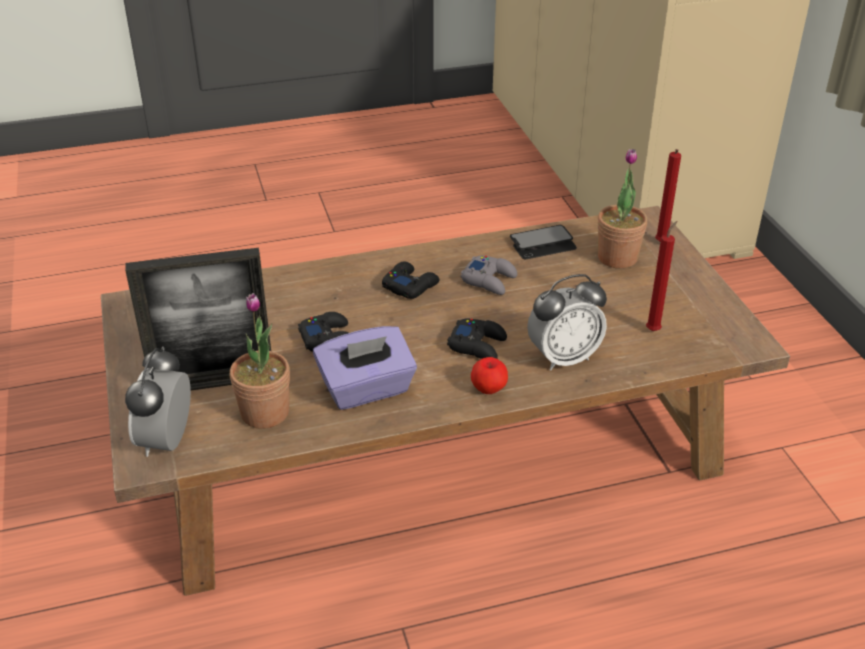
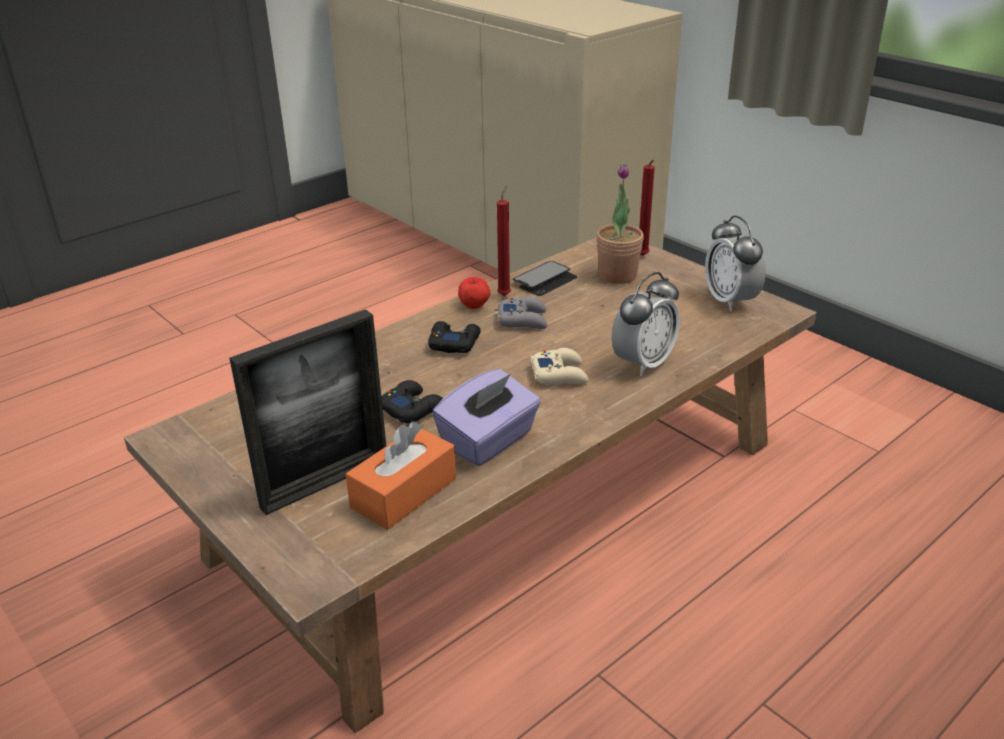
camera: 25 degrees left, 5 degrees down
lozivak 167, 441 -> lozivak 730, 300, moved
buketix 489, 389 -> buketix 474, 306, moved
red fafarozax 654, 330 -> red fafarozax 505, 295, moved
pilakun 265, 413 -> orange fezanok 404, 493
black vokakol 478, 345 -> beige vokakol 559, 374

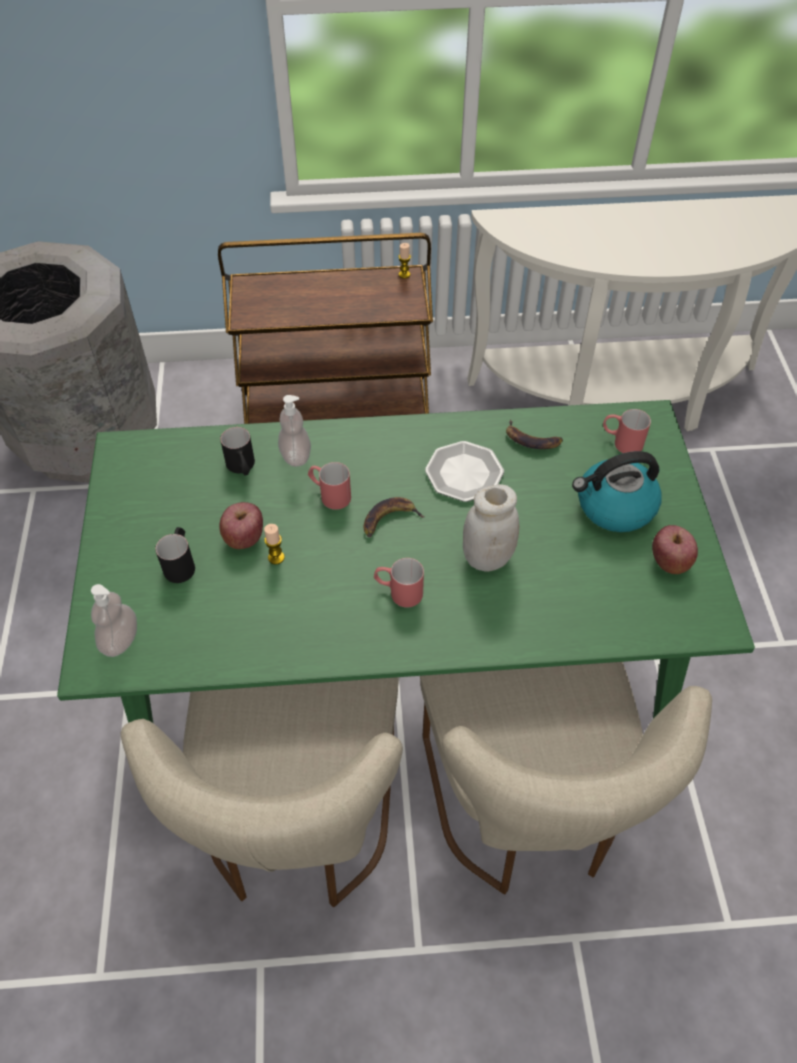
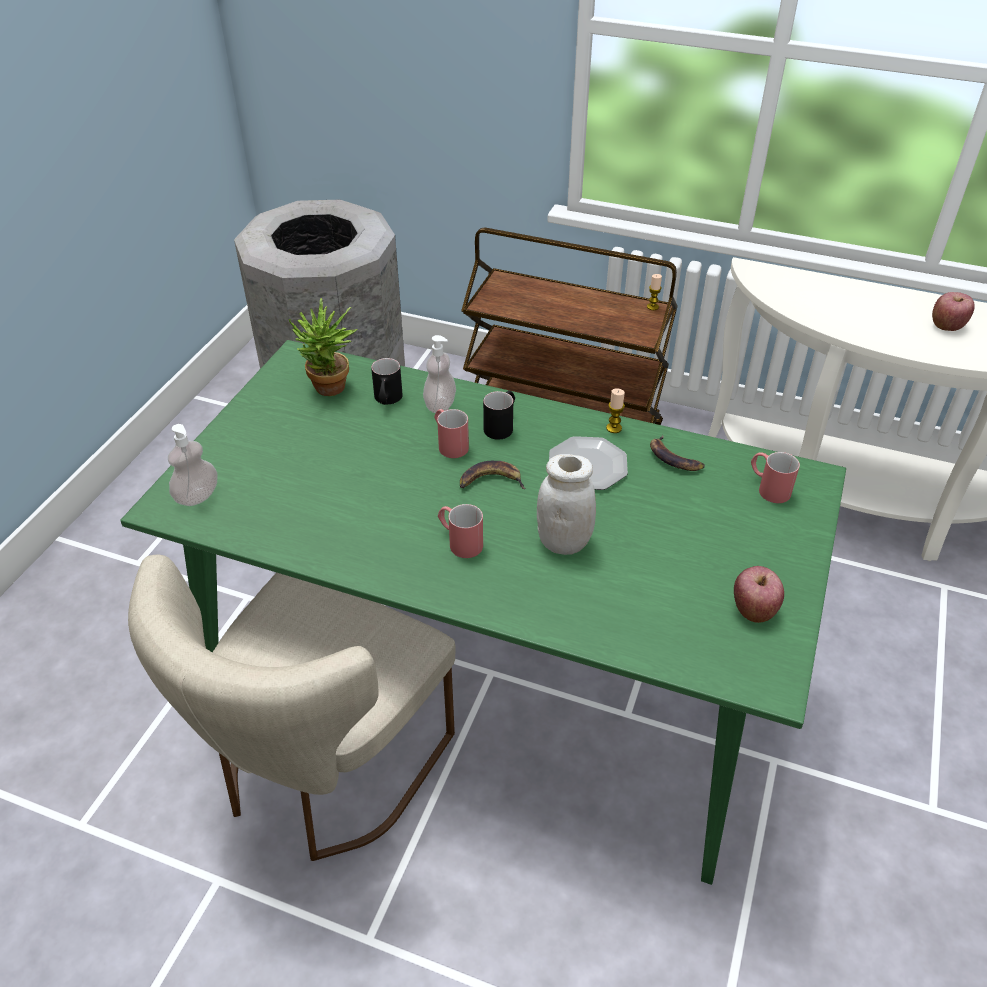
camera: 25 degrees right, 10 degrees down
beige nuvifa 528, 809 -> none
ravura 614, 507 -> none
none -> pilakun 329, 391
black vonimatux 180, 563 -> black vonimatux 501, 425, moved
buketix 244, 538 -> buketix 947, 326, moved
fafarozax 276, 557 -> fafarozax 614, 428, moved

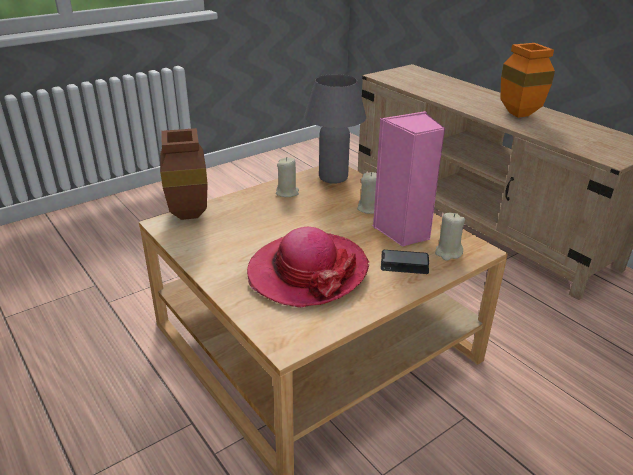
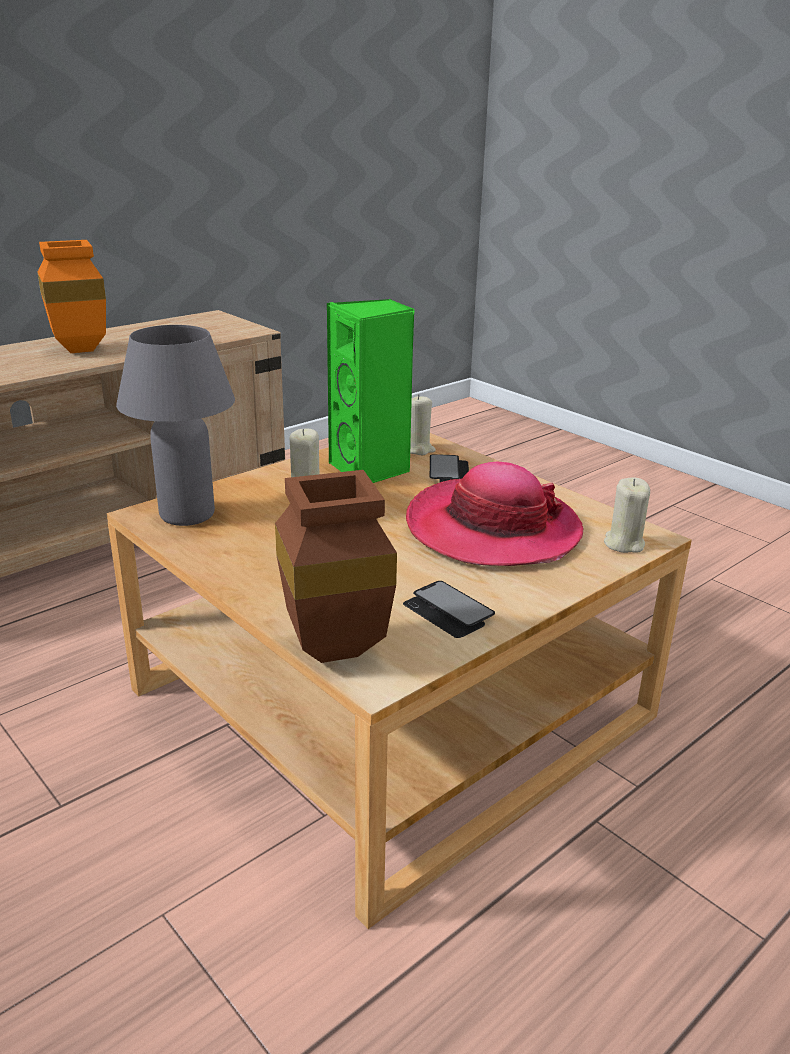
camera: 95 degrees left, 5 degrees down
none -> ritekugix 448, 611
beige fafarozax 287, 192 -> beige fafarozax 623, 544, moved
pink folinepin 403, 232 -> green folinepin 371, 470

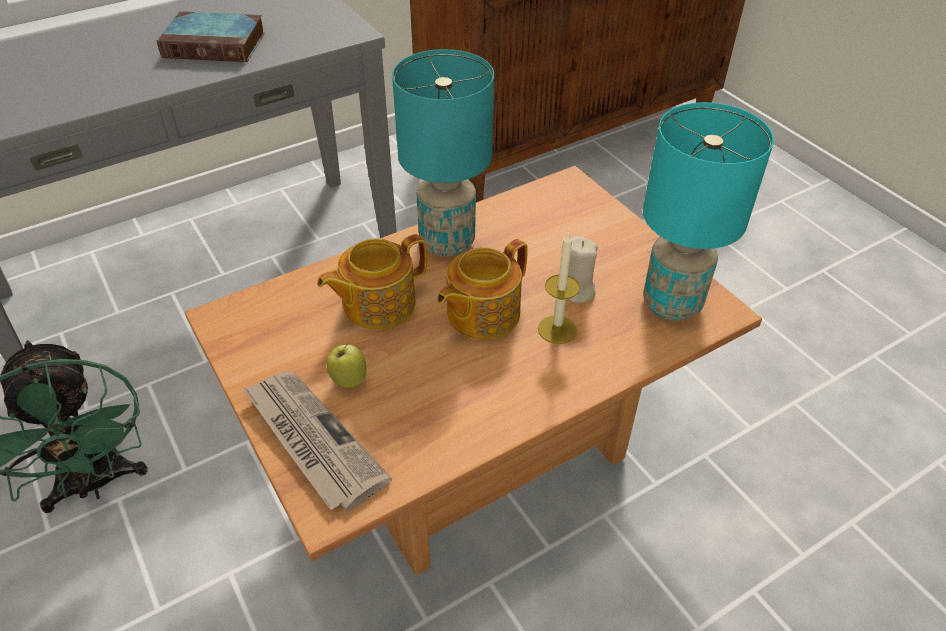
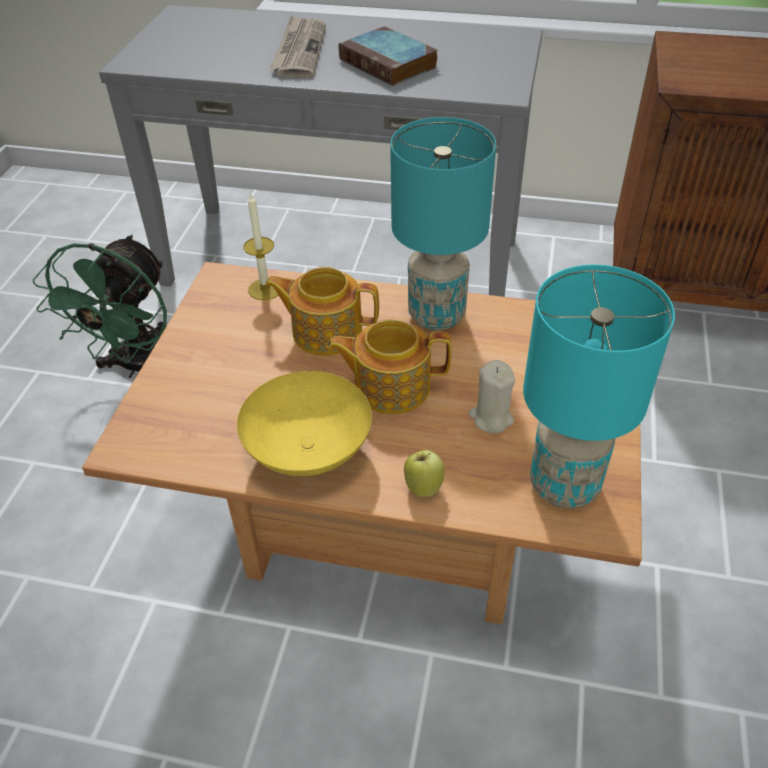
camera: 45 degrees right, 0 degrees up
none -> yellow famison 307, 452
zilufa 312, 440 -> zilufa 299, 50, moved
buketix 348, 380 -> buketix 423, 487, moved
fafarozax 557, 329 -> fafarozax 265, 289, moved

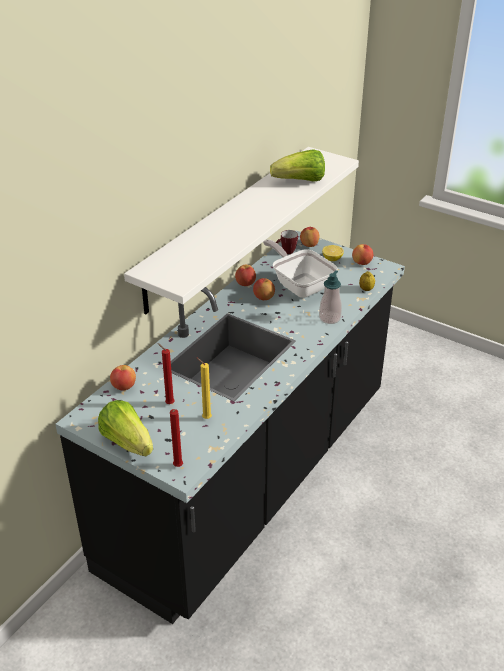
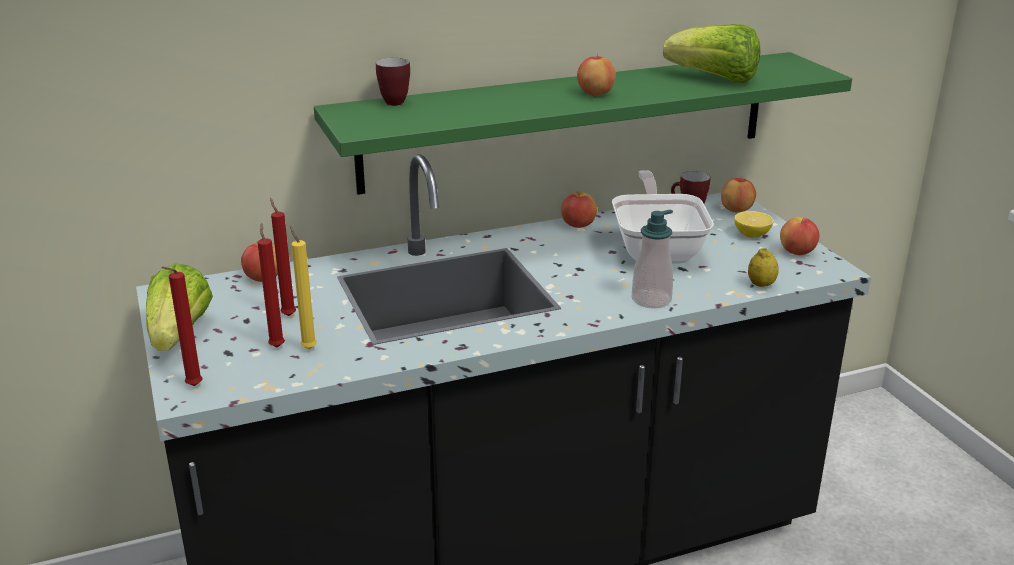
camera: 35 degrees right, 10 degrees down
none -> red fafarozax 277, 346
none -> vonimatux 391, 102
buketix 263, 298 -> buketix 595, 94, moved
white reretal 228, 226 -> green reretal 569, 120

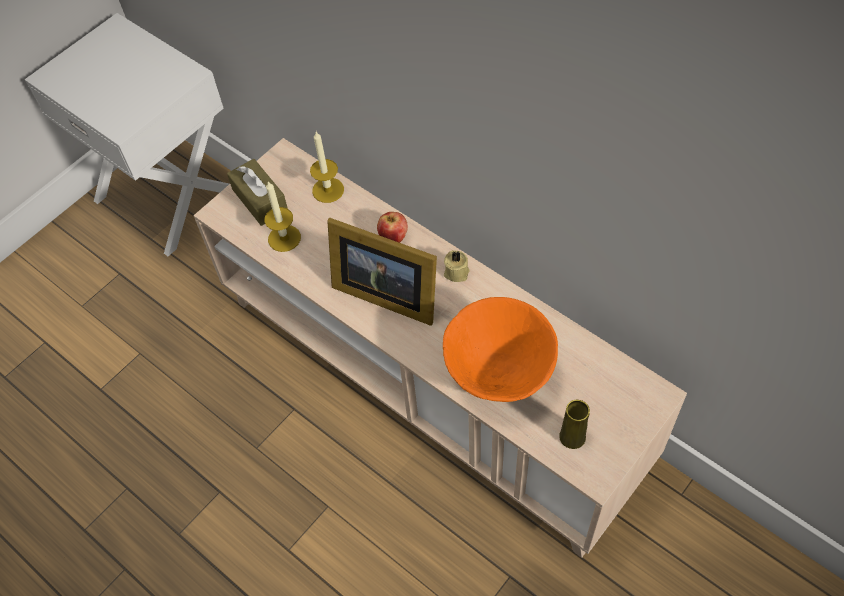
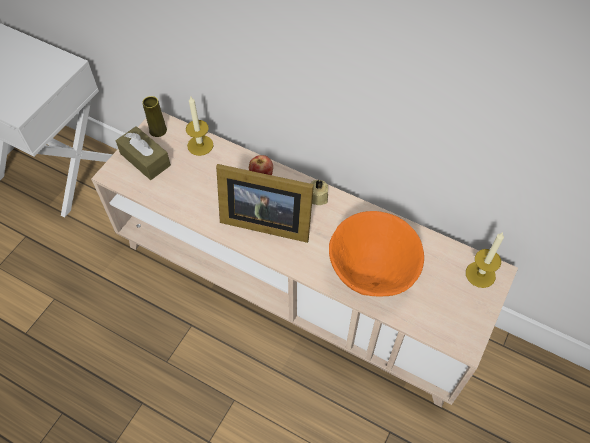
camera: 15 degrees left, 0 degrees up
fafarozax 284, 238 -> fafarozax 480, 274, moved
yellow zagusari 572, 437 -> yellow zagusari 158, 130, moved

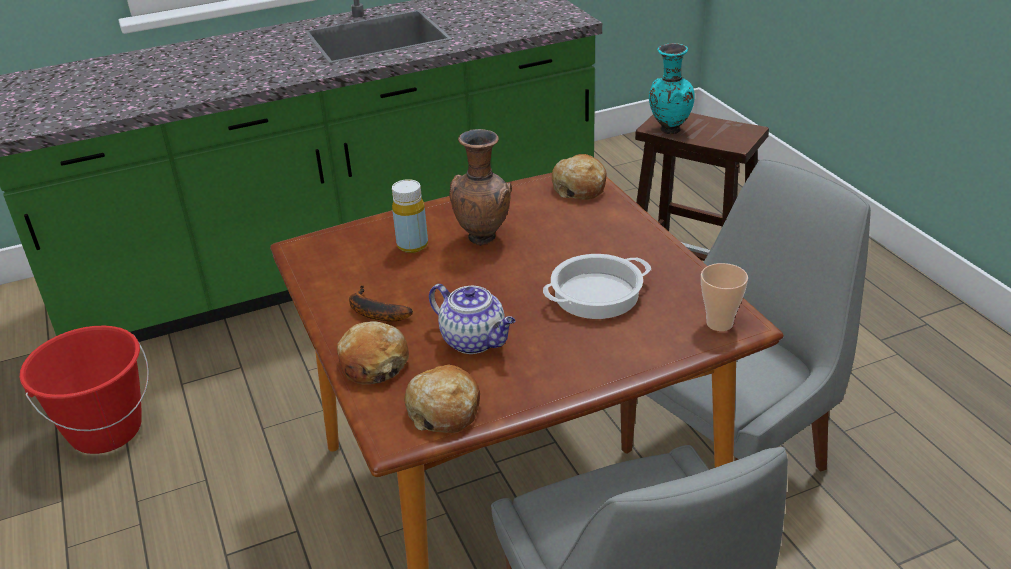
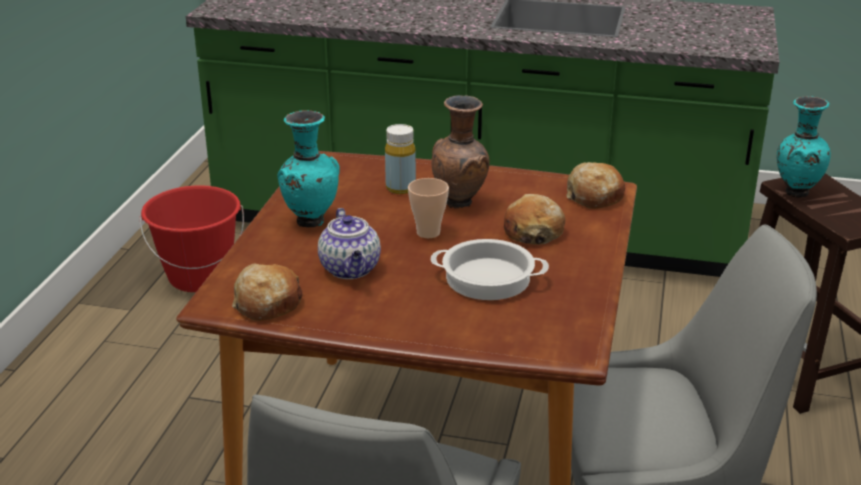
camera: 35 degrees right, 5 degrees down
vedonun 373, 364 -> vedonun 533, 231, moved
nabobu 719, 323 -> nabobu 428, 233, moved
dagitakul 373, 312 -> turquoise zagusari 310, 221

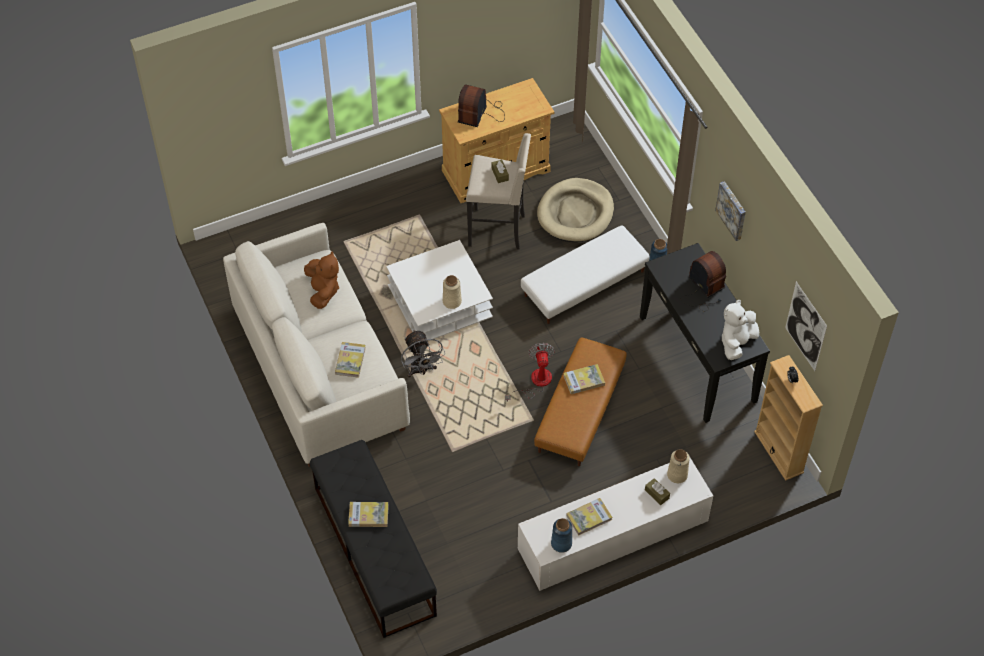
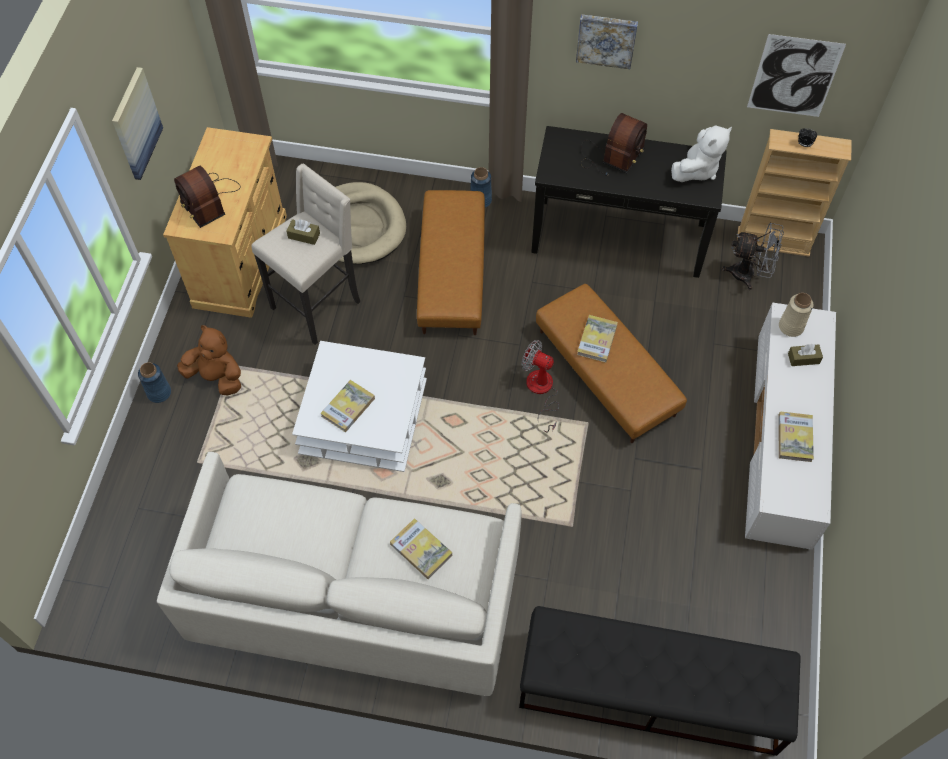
camera: 55 degrees left, 5 degrees up
beige zagusari 451, 301 -> none
none -> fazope 135, 124
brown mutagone 323, 291 -> brown mutagone 216, 377, moved
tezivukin 368, 515 -> tezivukin 348, 407, moved
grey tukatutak 421, 370 -> grey tukatutak 749, 275, moved
blue zagusari 561, 543 -> blue zagusari 159, 393, moved
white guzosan 584, 283 -> brown guzosan 451, 273
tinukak 703, 290 -> tinukak 611, 157, 120 degrees clockwise
white mutagone 736, 342 -> white mutagone 697, 169, 120 degrees counterclockwise

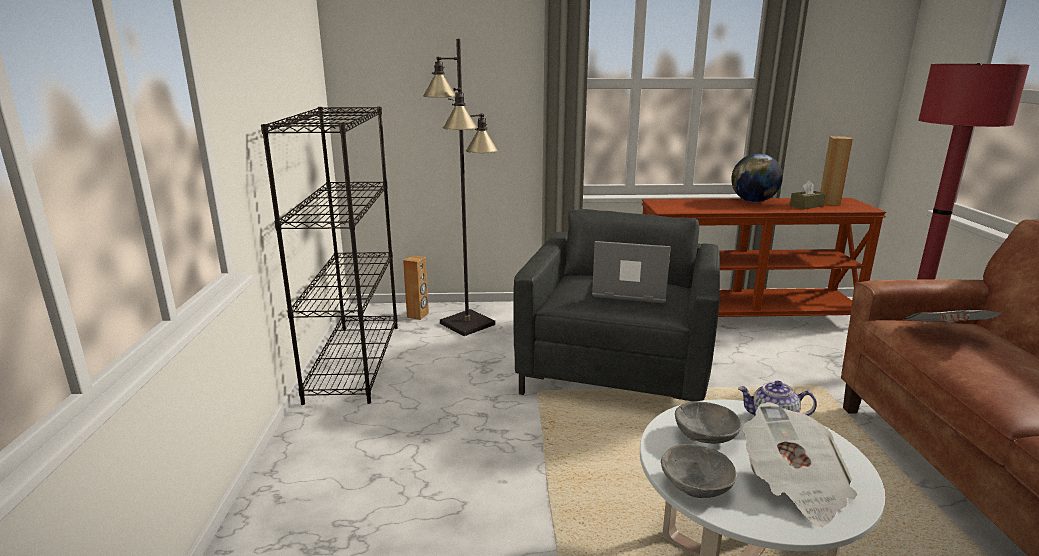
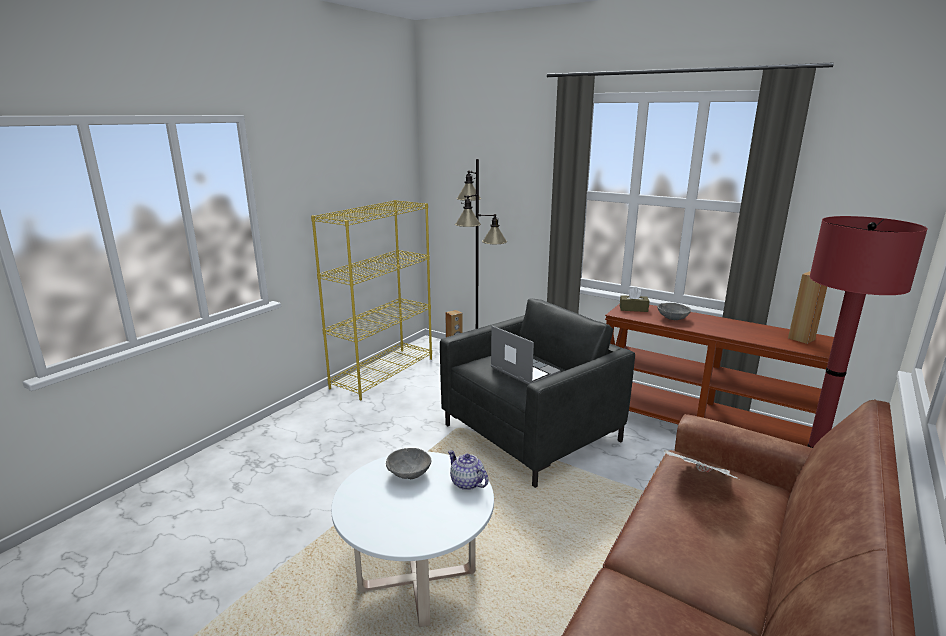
camera: 35 degrees right, 0 degrees up
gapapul 753, 201 -> none
zilufa 794, 486 -> none
grey famison 694, 487 -> grey famison 672, 318, moved
brown fezanok 806, 206 -> brown fezanok 633, 309, moved
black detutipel 354, 361 -> yellow detutipel 383, 372

